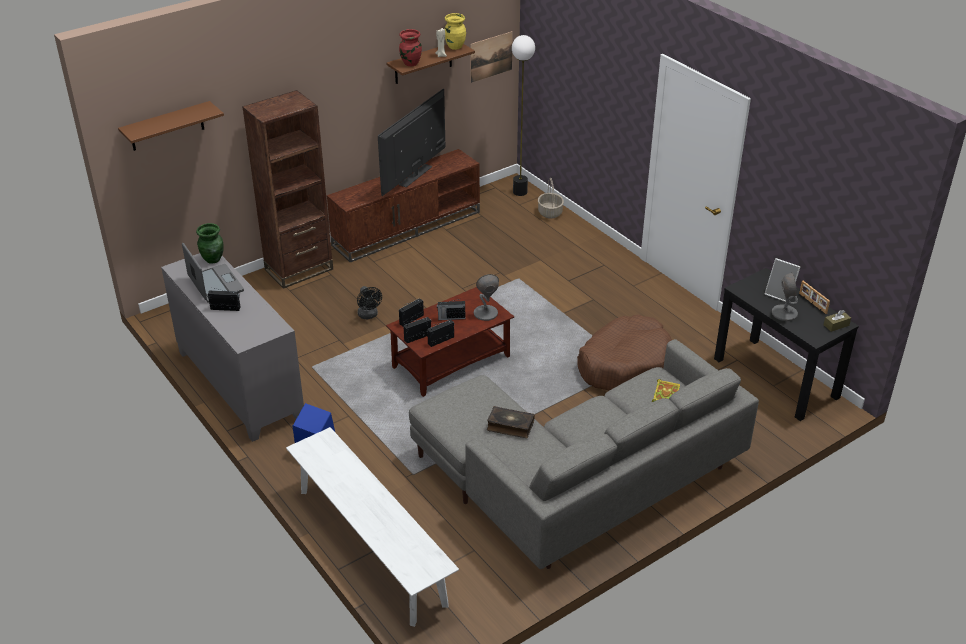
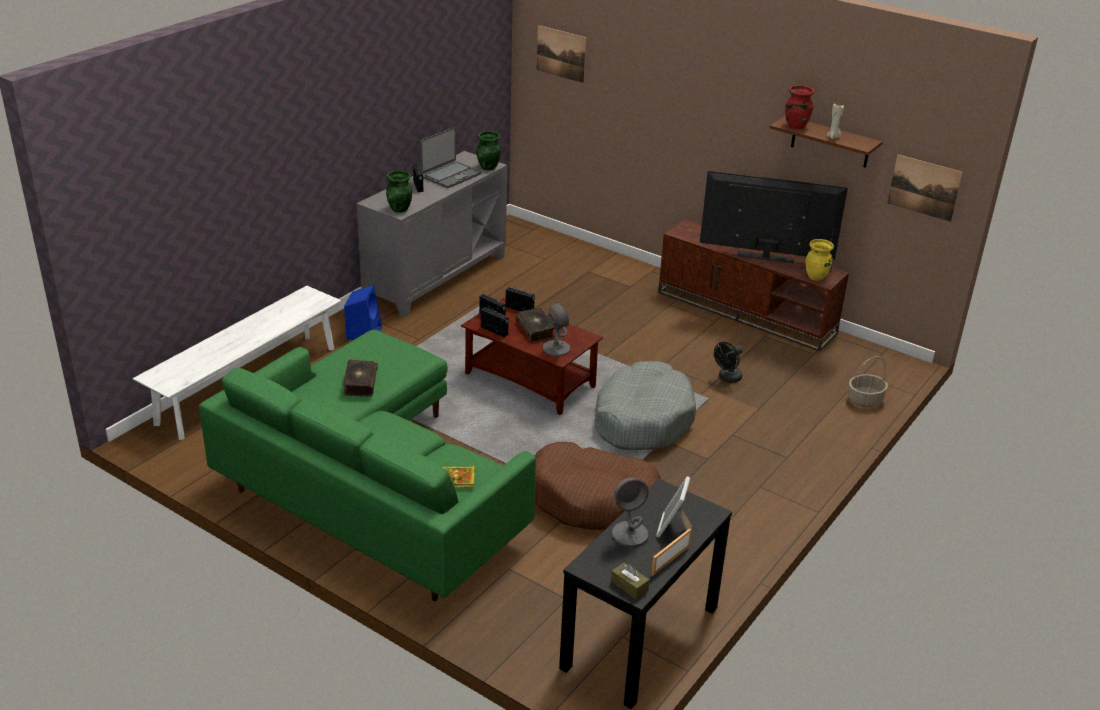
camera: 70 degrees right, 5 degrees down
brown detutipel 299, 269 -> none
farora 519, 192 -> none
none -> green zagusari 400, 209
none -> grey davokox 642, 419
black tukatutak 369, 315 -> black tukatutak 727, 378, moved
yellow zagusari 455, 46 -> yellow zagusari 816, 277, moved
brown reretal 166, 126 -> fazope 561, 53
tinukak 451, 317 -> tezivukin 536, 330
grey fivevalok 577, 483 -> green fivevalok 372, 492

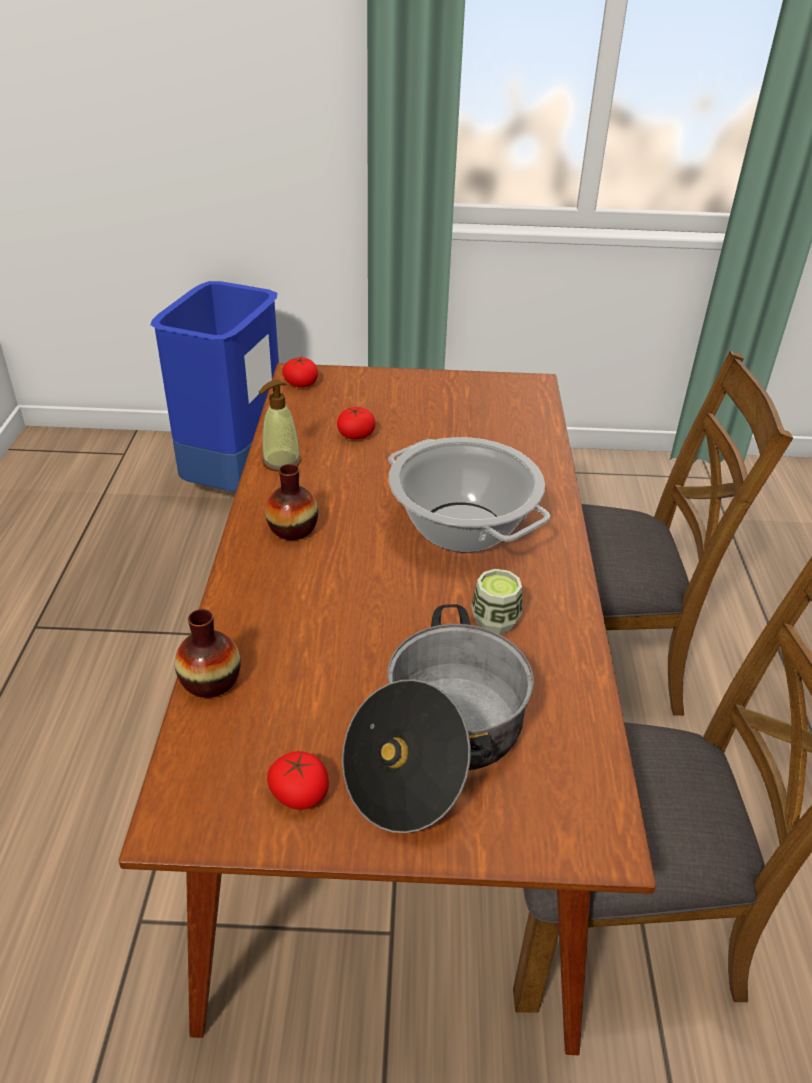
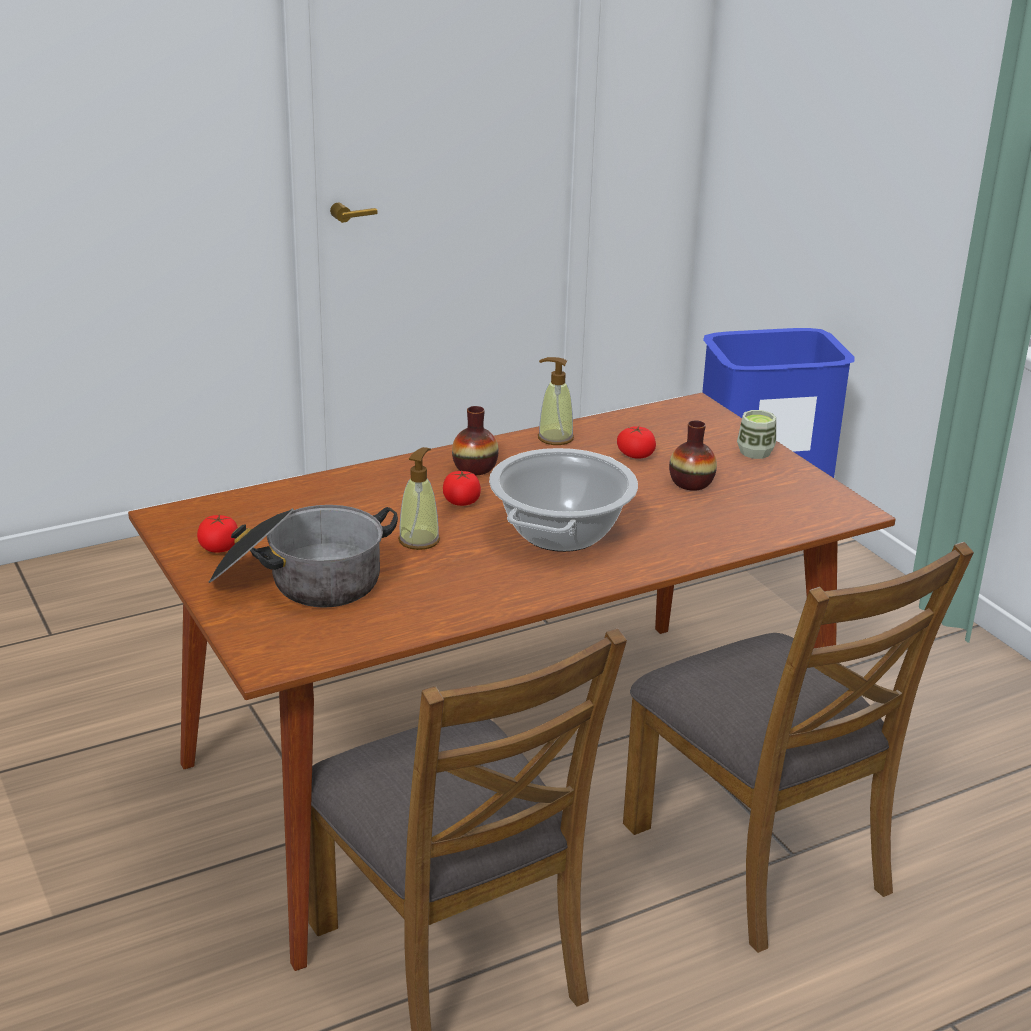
camera: 60 degrees right, 10 degrees down
none -> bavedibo 419, 540
zagusari 210, 681 -> zagusari 691, 483, moved
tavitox 301, 383 -> tavitox 461, 501, moved
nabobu 495, 621 -> nabobu 755, 452, moved

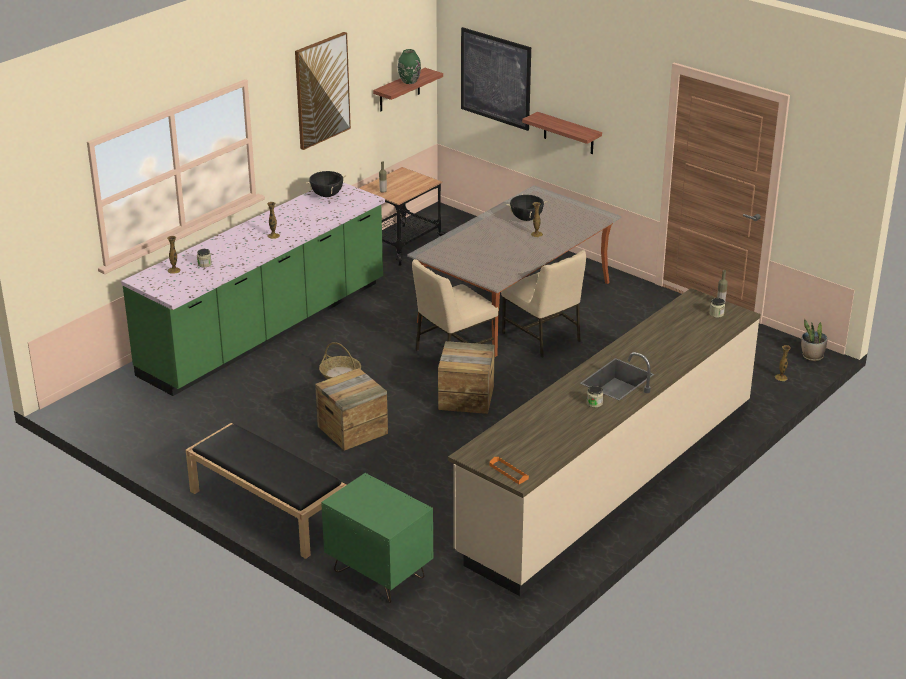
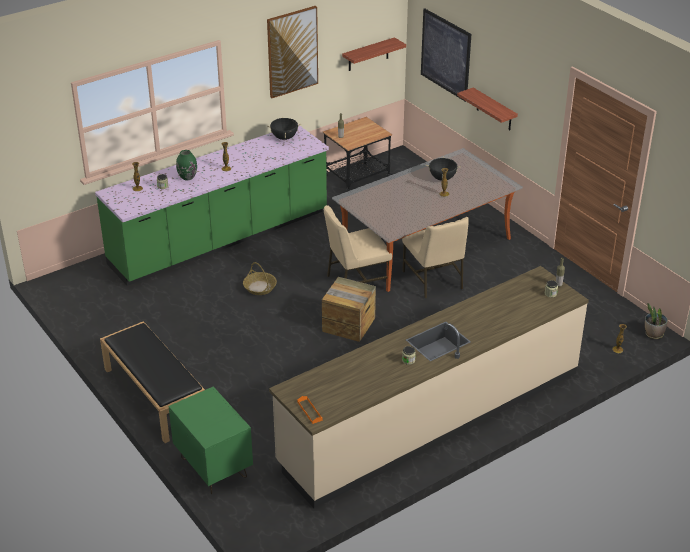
camera: 15 degrees right, 5 degrees up
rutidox 352, 430 -> none
green zagusari 409, 81 -> green zagusari 187, 177, moved

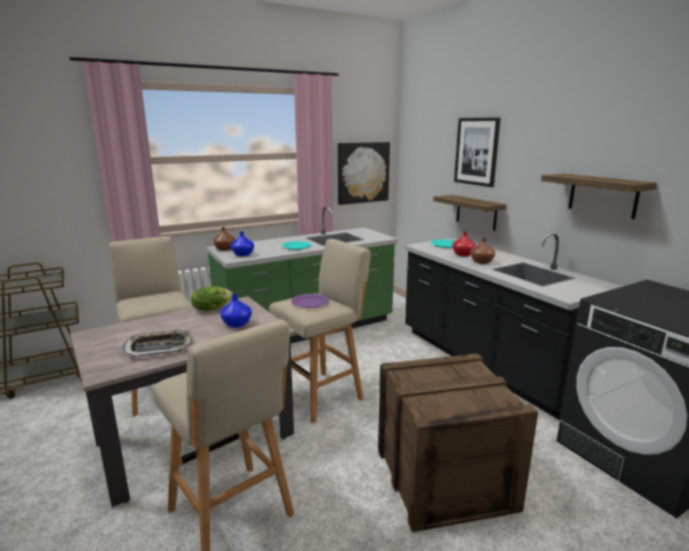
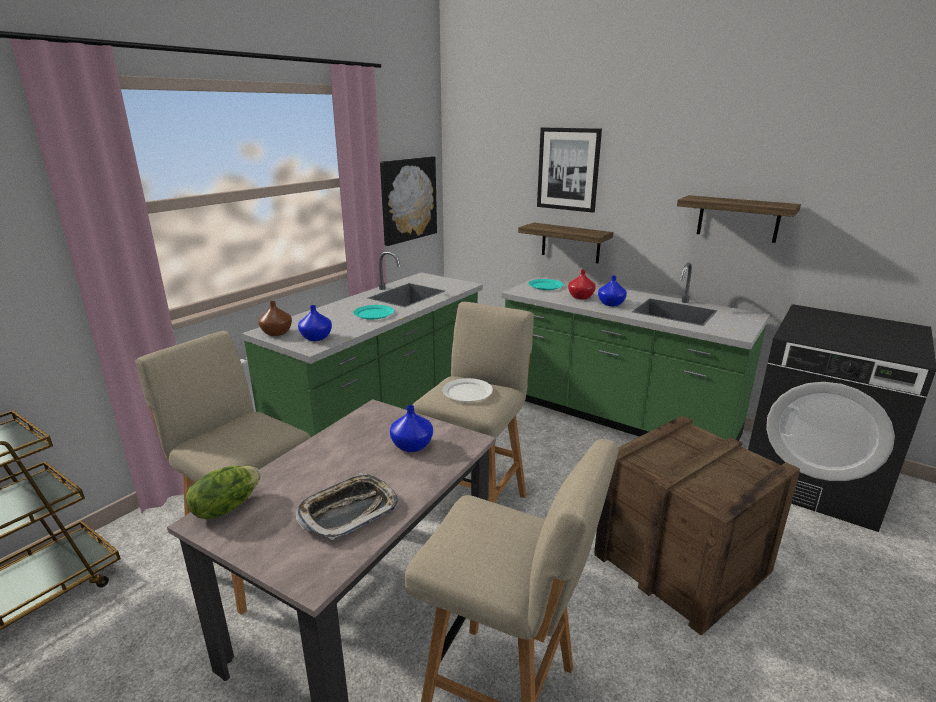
camera: 25 degrees left, 5 degrees up
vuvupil 211, 308 -> vuvupil 226, 507, moved
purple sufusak 310, 302 -> white sufusak 468, 392
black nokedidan 488, 364 -> green nokedidan 615, 416
brown zagusari 481, 262 -> blue zagusari 611, 304

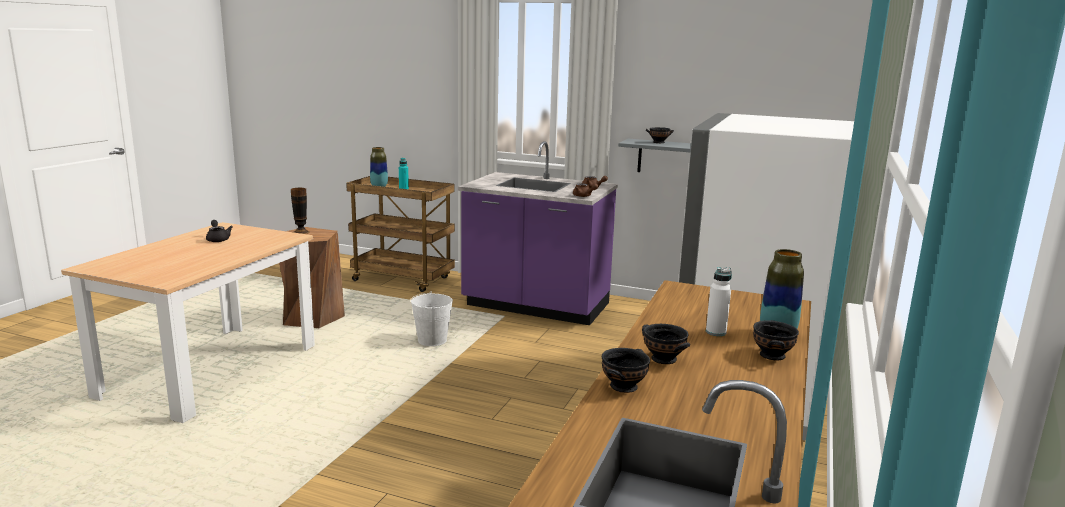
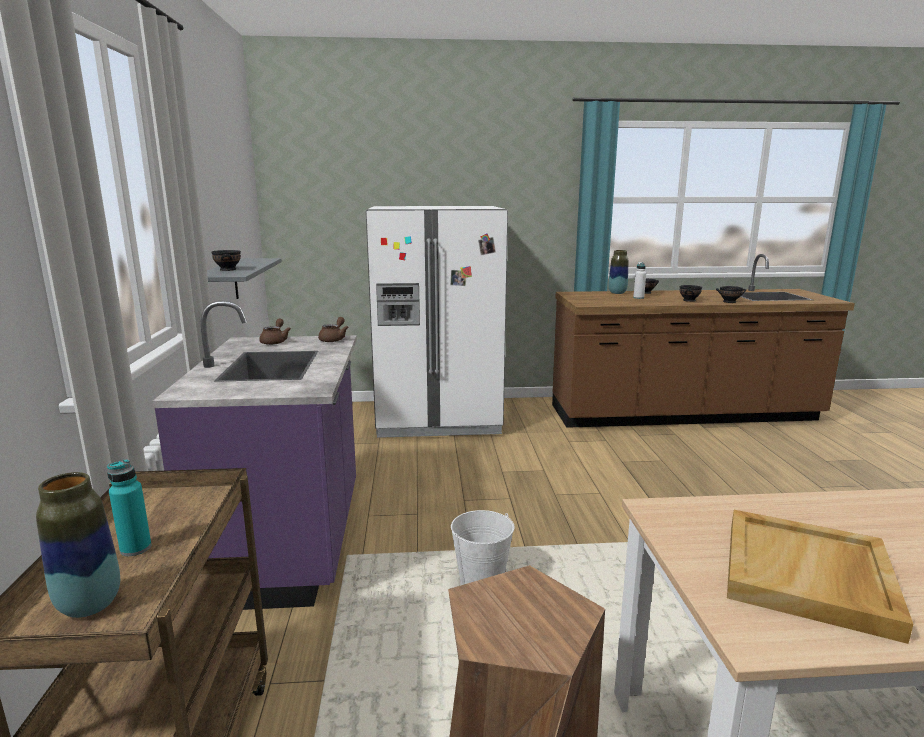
camera: 115 degrees left, 0 degrees up
zagusari 301, 232 -> none
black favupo 218, 239 -> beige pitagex 808, 576

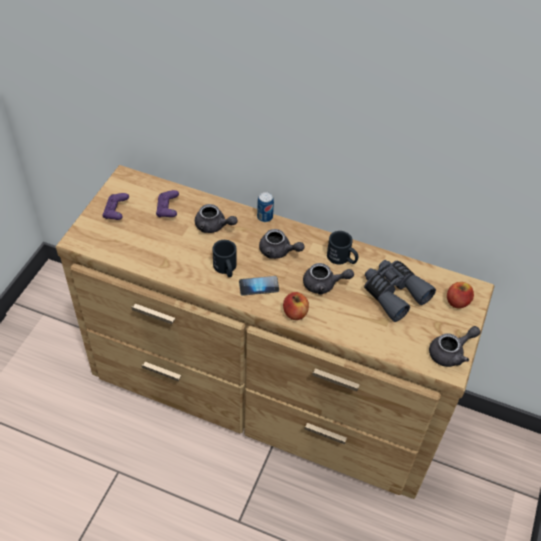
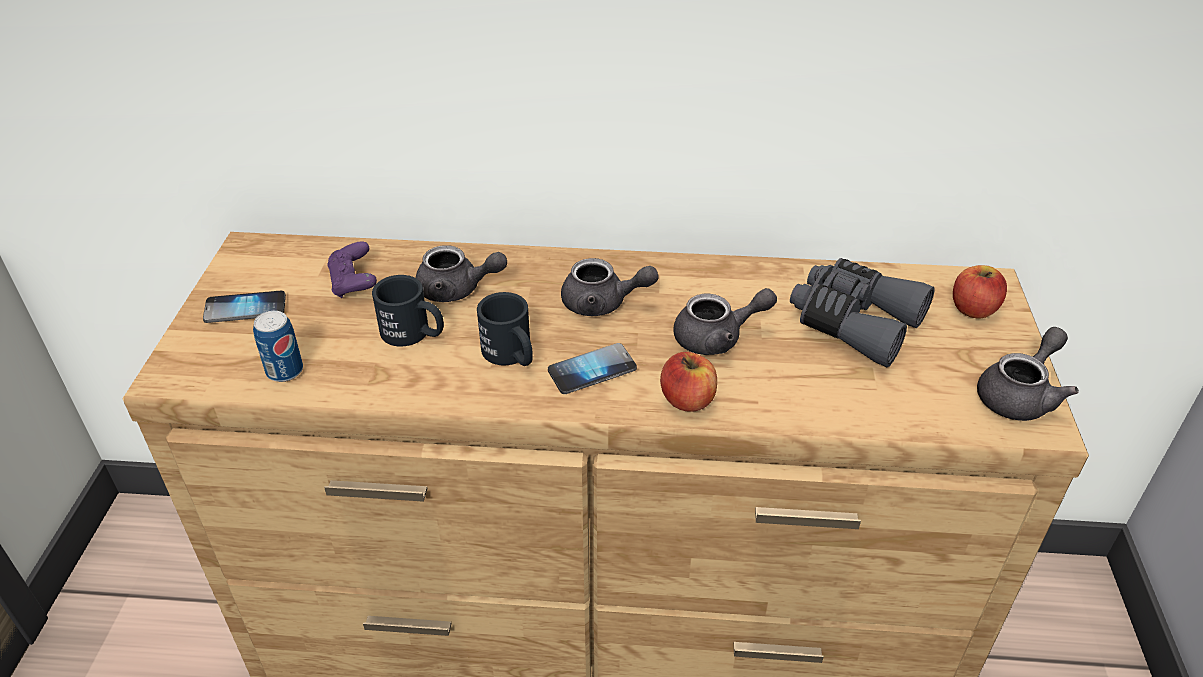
camera: 15 degrees left, 10 degrees down
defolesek 265, 217 -> defolesek 285, 371, moved
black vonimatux 342, 258 -> black vonimatux 414, 334, moved
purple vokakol 116, 212 -> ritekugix 245, 309

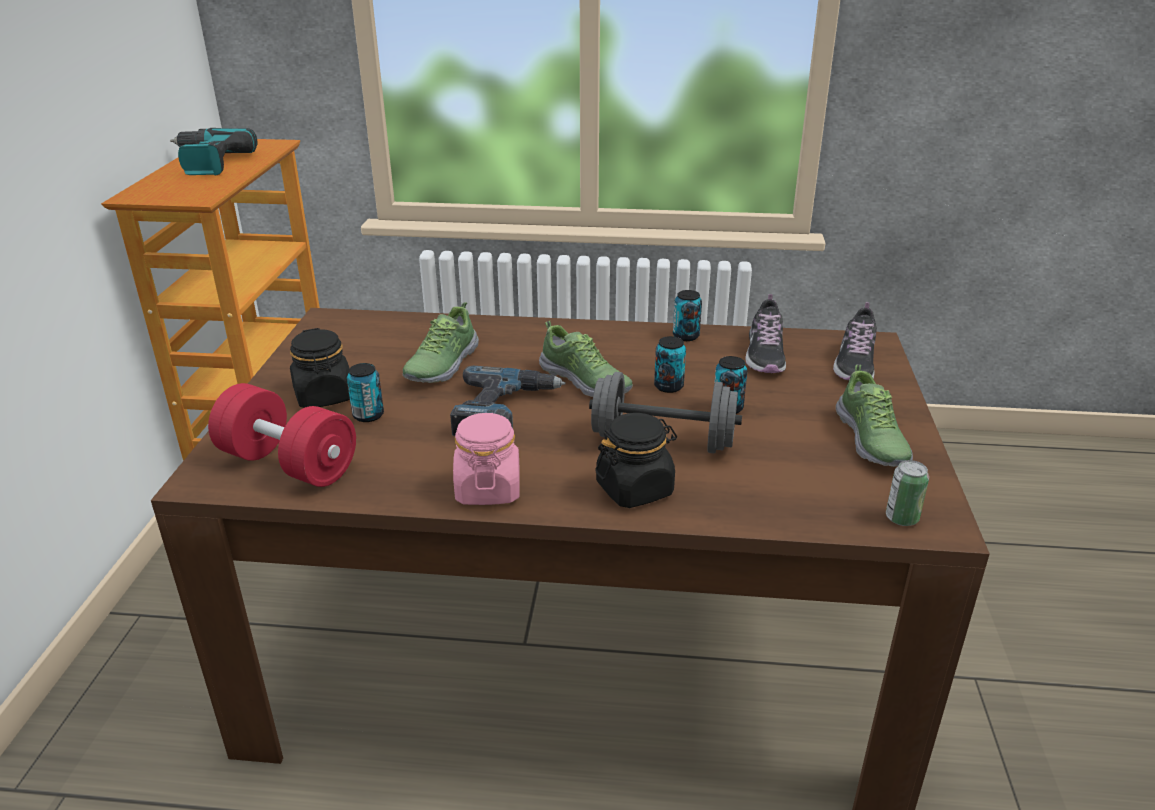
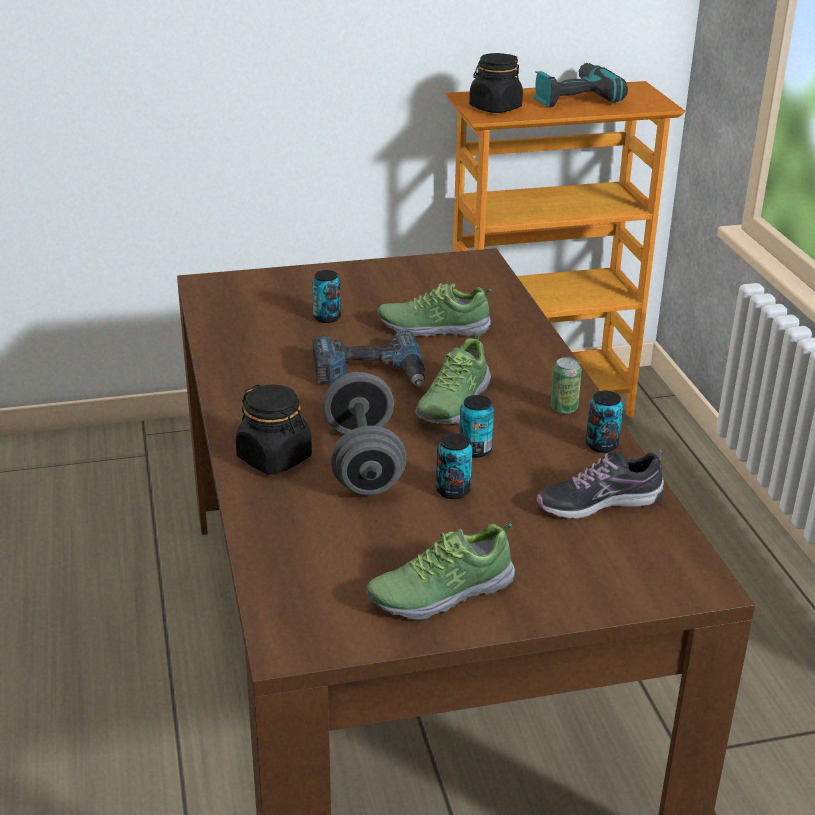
camera: 70 degrees right, 0 degrees up
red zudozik 288, 464 -> none
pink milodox 488, 489 -> none
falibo 855, 363 -> none
black milodox 324, 396 -> black milodox 495, 108, moved
defolesek 901, 518 -> defolesek 564, 408, moved

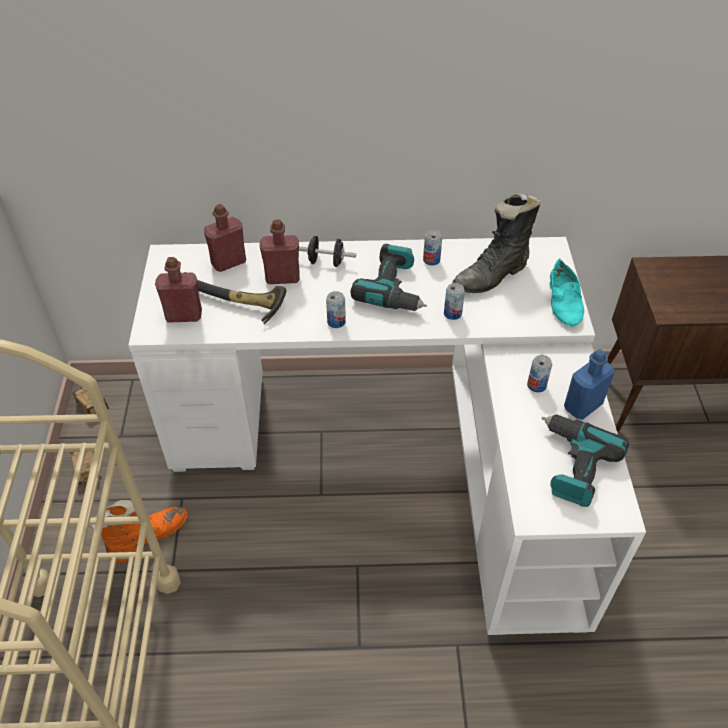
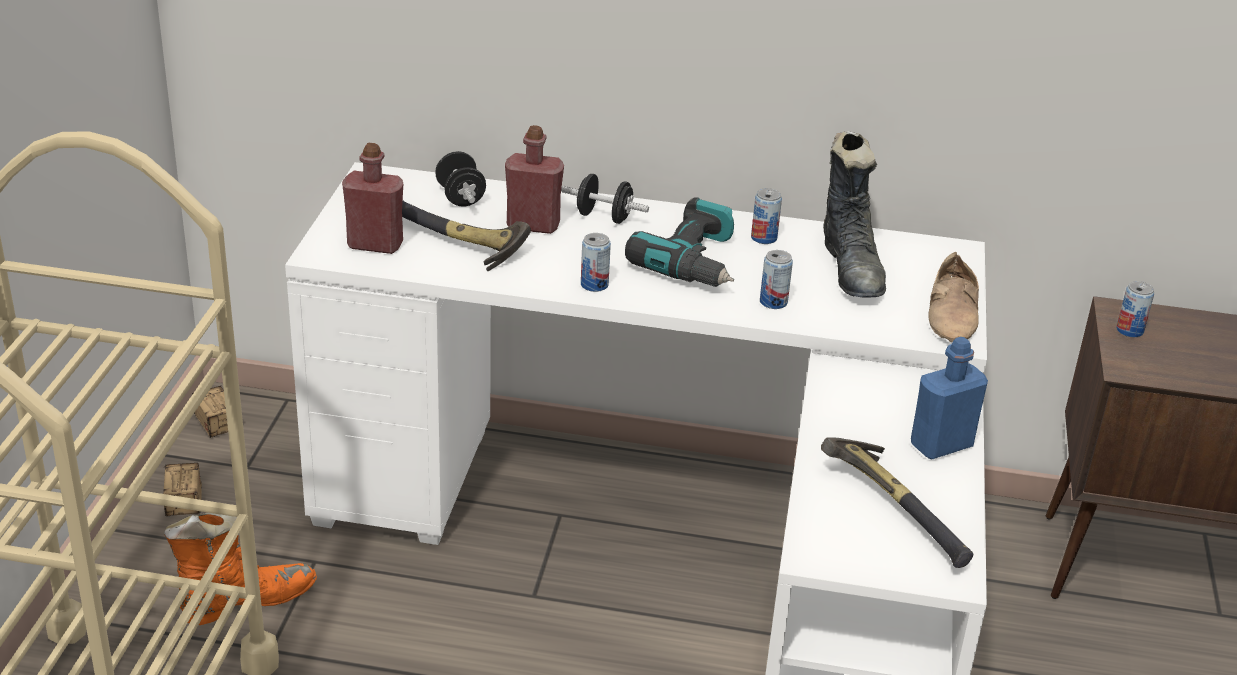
camera: 10 degrees right, 15 degrees down
defolesek 536, 385 -> defolesek 1129, 330, moved
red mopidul 228, 262 -> black zudozik 460, 197
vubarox 573, 465 -> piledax 899, 509
turquoise falibo 565, 301 -> beige falibo 954, 314
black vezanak 492, 276 -> black vezanak 851, 269, 75 degrees counterclockwise

